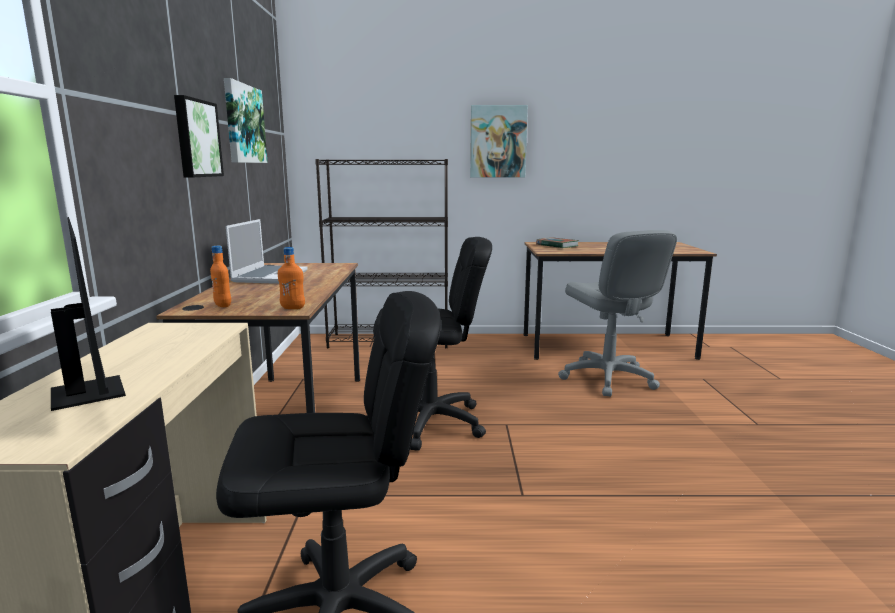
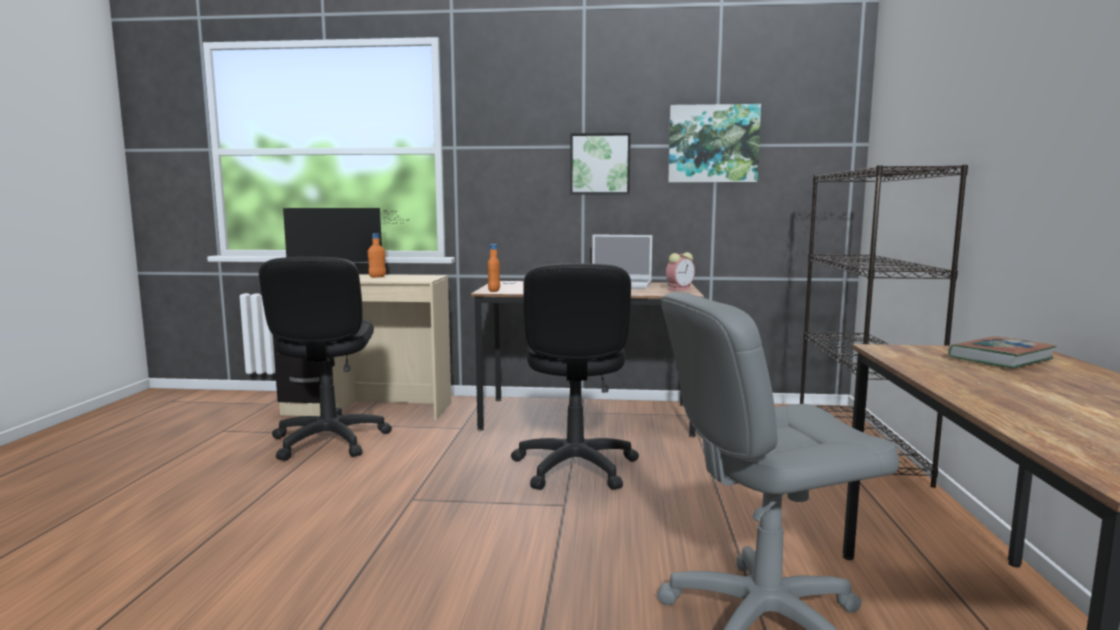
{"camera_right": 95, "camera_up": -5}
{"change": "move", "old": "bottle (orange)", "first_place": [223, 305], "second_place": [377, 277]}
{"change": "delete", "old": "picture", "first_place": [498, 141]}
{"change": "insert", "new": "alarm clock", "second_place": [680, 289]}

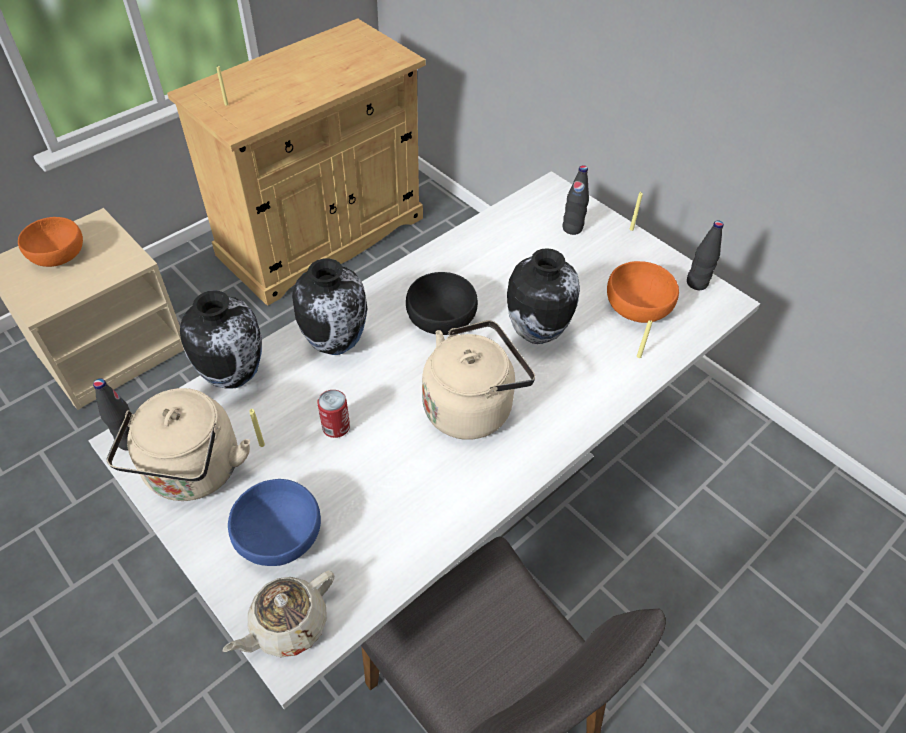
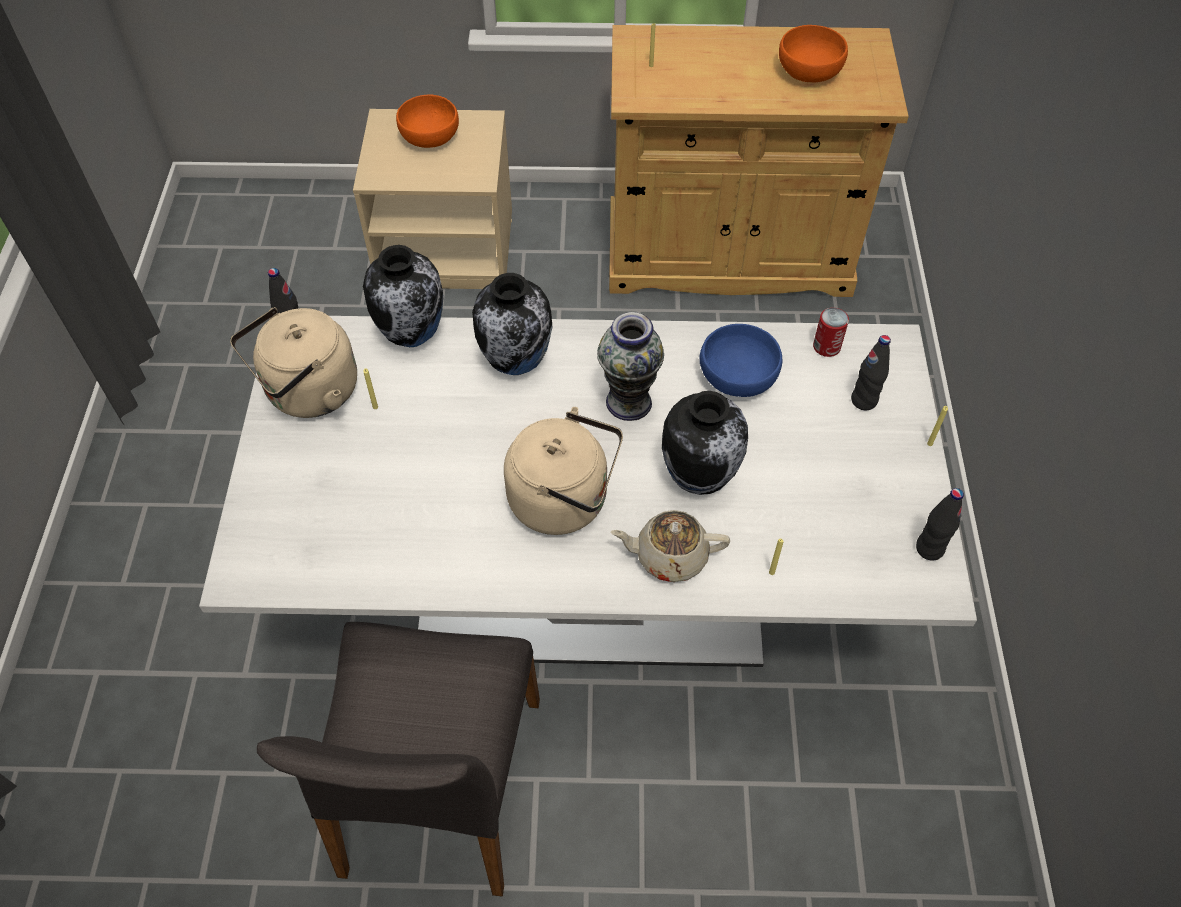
{"camera_right": 45, "camera_up": 5}
{"change": "move", "old": "teapot (beige)", "first_place": [287, 625], "second_place": [669, 556]}
{"change": "move", "old": "bowl (blue)", "first_place": [280, 536], "second_place": [738, 377]}
{"change": "move", "old": "can", "first_place": [336, 427], "second_place": [826, 346]}
{"change": "replace", "old": "bowl (black)", "new": "vase", "first_place": [441, 318], "second_place": [629, 402]}
{"change": "move", "old": "bowl (orange)", "first_place": [636, 307], "second_place": [808, 70]}

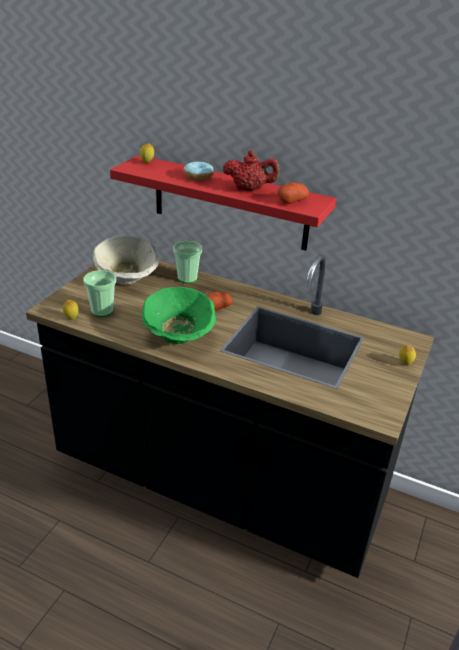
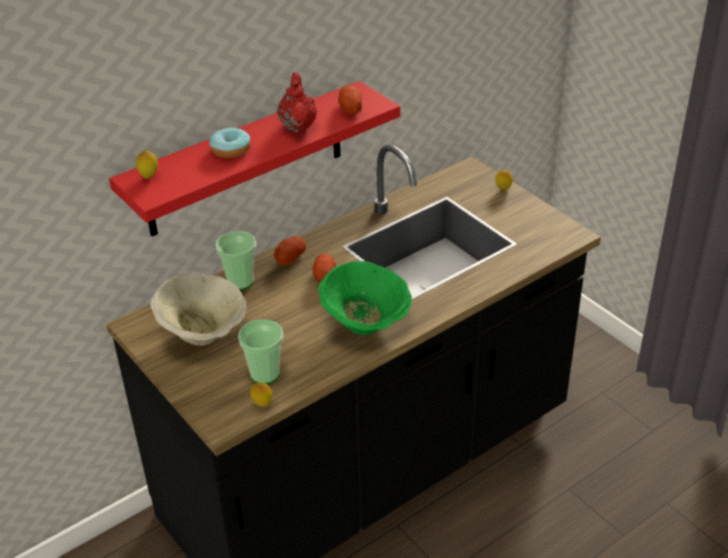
{"camera_right": -60, "camera_up": 5}
{"change": "rotate", "old": "teapot (red)", "first_place": [249, 189], "second_place": [298, 125], "degrees": -45}
{"change": "insert", "new": "potato", "second_place": [290, 258]}

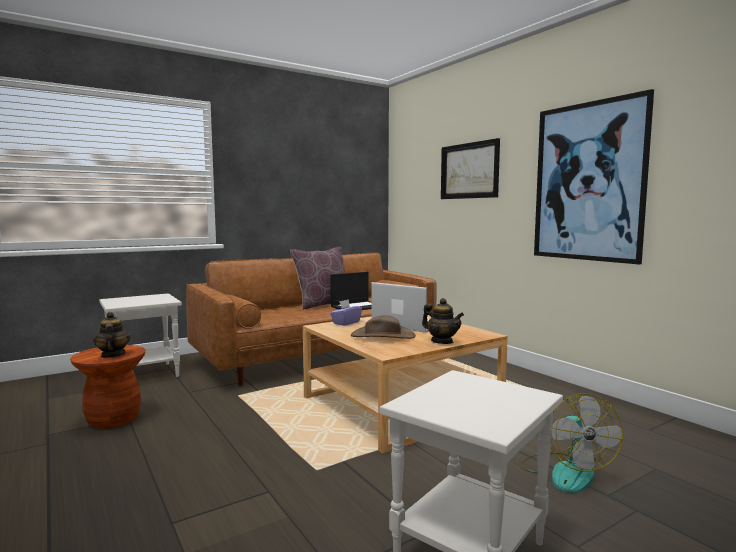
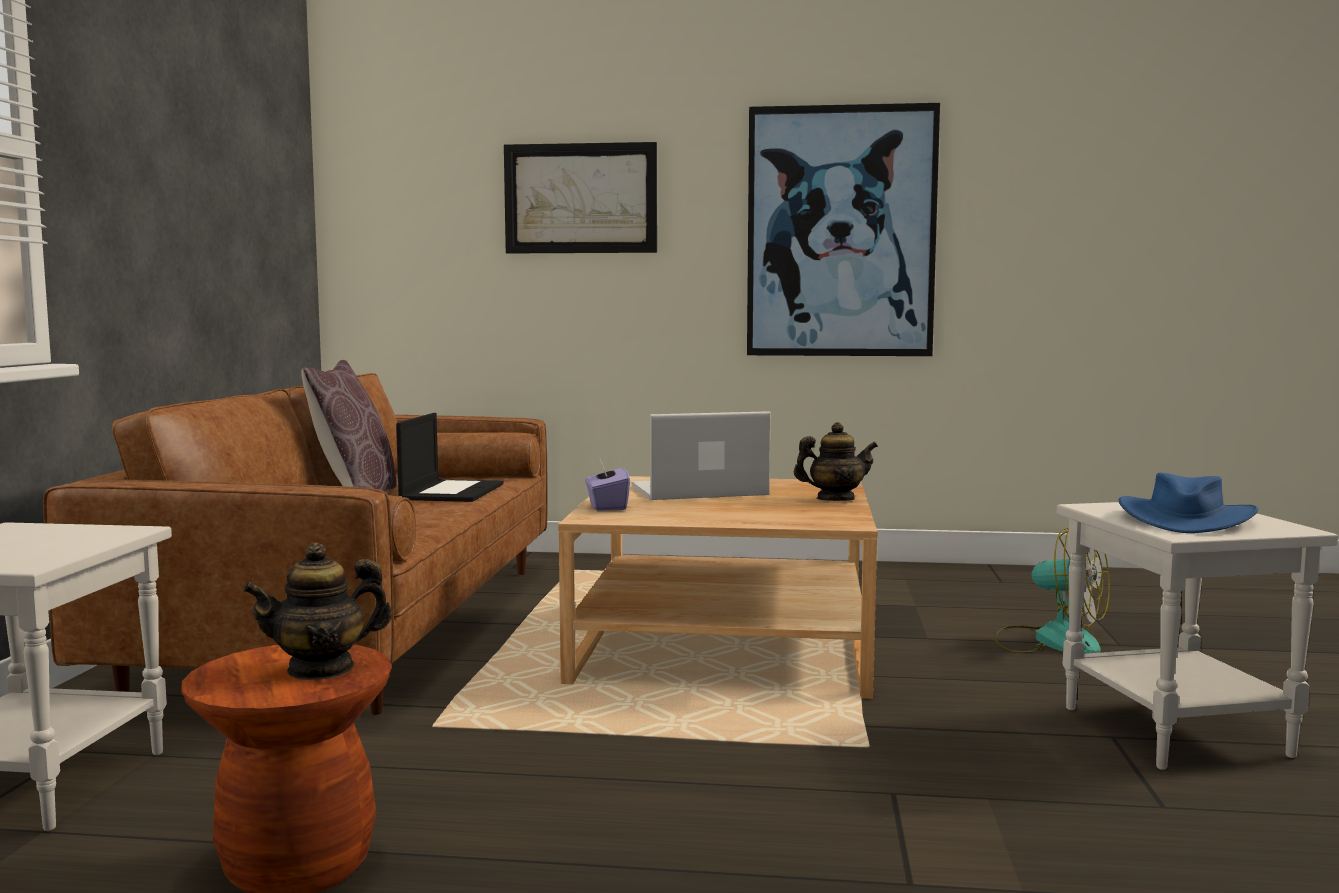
{"camera_right": -50, "camera_up": 0}
{"change": "rotate", "old": "teapot", "first_place": [112, 355], "second_place": [321, 669], "degrees": -45}
{"change": "delete", "old": "hat (brown)", "first_place": [383, 336]}
{"change": "insert", "new": "hat (blue)", "second_place": [1185, 519]}

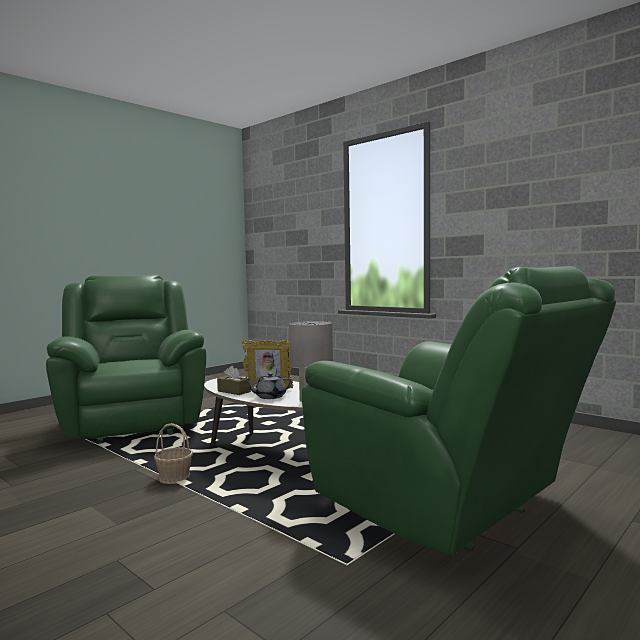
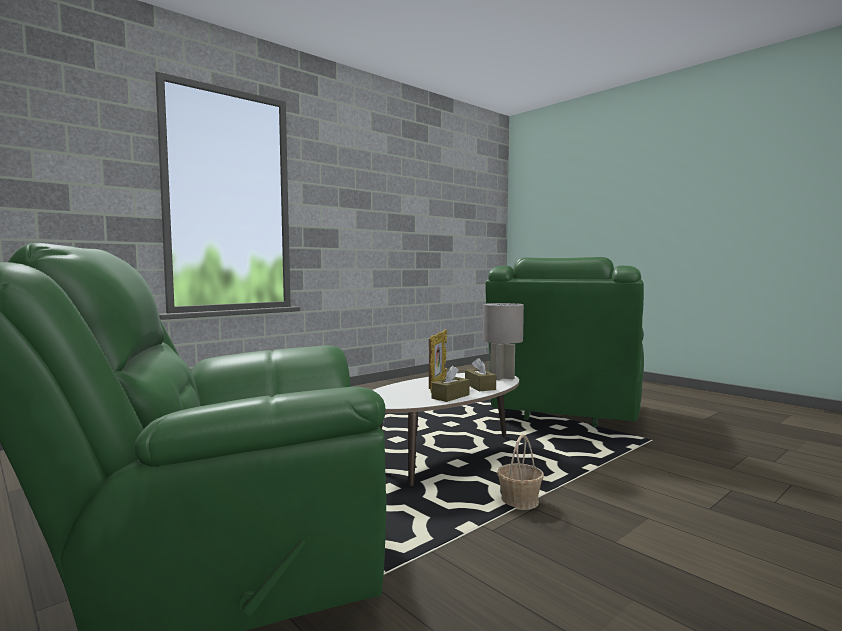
{"camera_right": -85, "camera_up": 0}
{"change": "replace", "old": "teapot (grey)", "new": "tissue box (brown)", "first_place": [270, 397], "second_place": [480, 387]}
{"change": "rotate", "old": "armchair (green)", "first_place": [452, 510], "second_place": [564, 415], "degrees": 150}

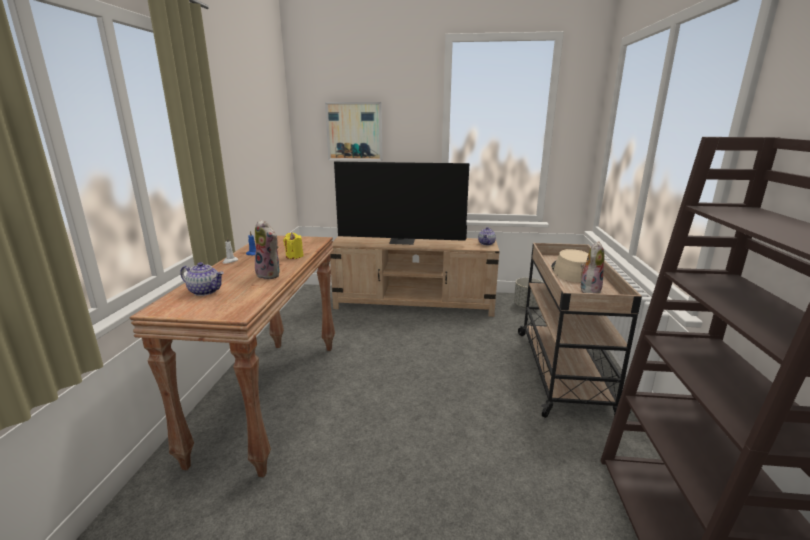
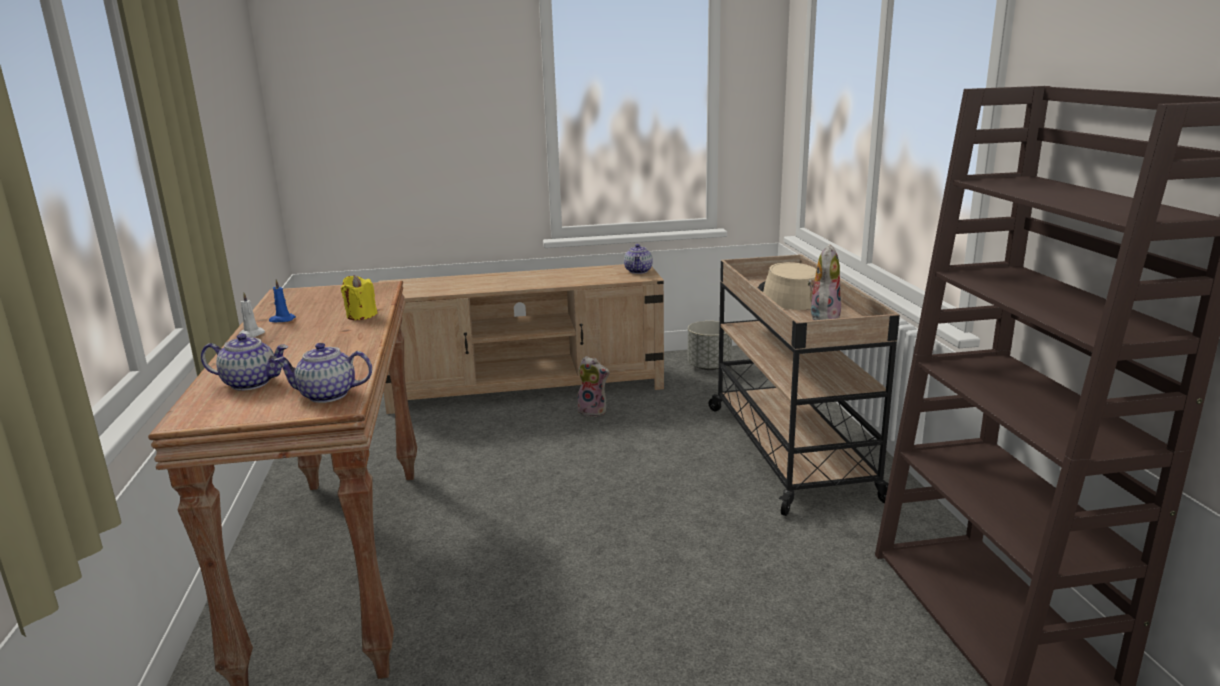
{"camera_right": -15, "camera_up": 0}
{"change": "move", "old": "plush toy", "first_place": [270, 274], "second_place": [593, 411]}
{"change": "delete", "old": "picture", "first_place": [354, 131]}
{"change": "delete", "old": "television", "first_place": [402, 242]}
{"change": "insert", "new": "teapot", "second_place": [327, 395]}

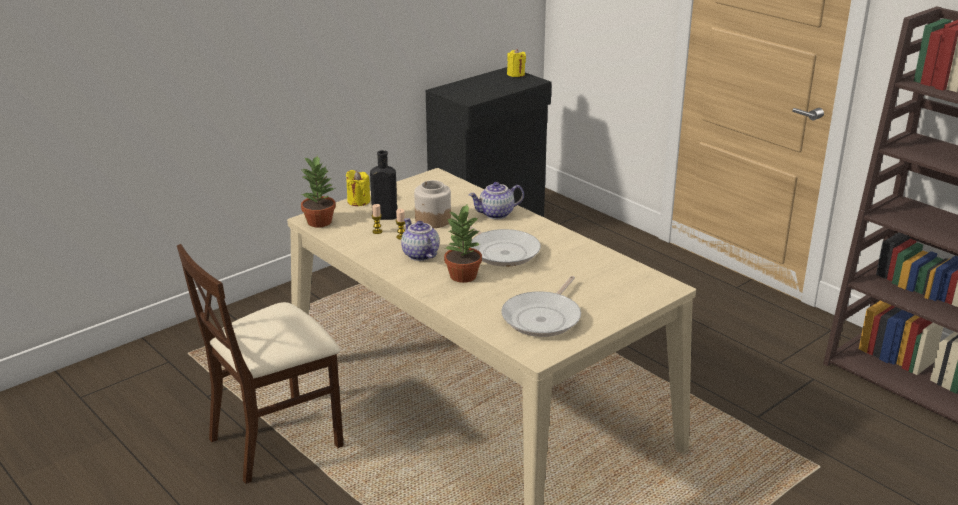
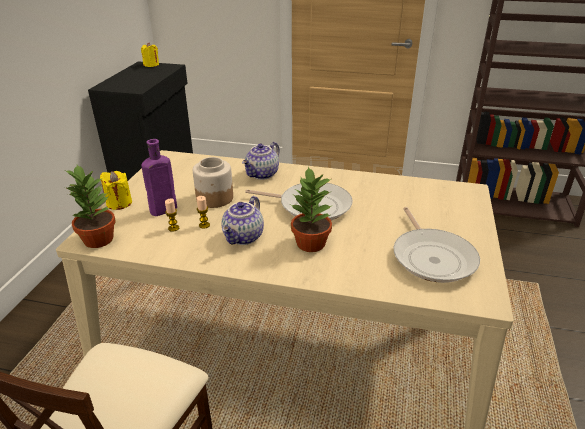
{"camera_right": -35, "camera_up": 5}
{"change": "recolor", "old": "bottle (black)", "new": "bottle (purple)", "first_place": [382, 216], "second_place": [161, 210]}
{"change": "rotate", "old": "teapot", "first_place": [419, 255], "second_place": [244, 237], "degrees": -90}

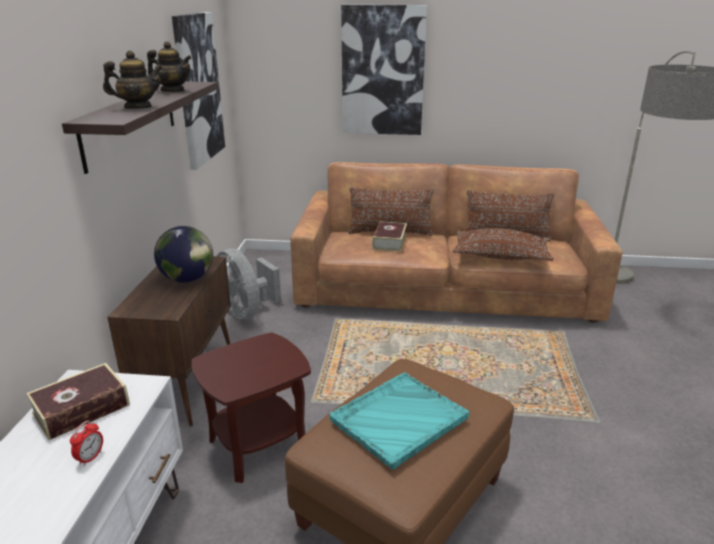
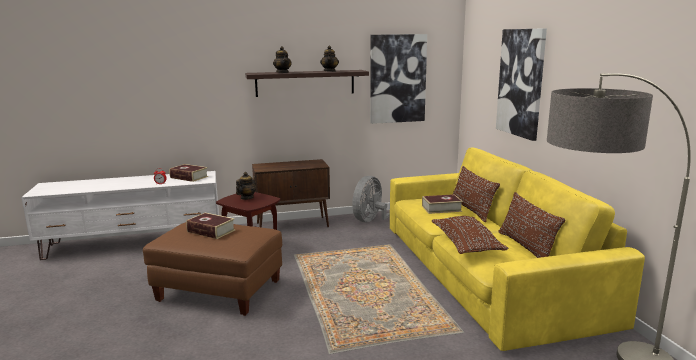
{"camera_right": 70, "camera_up": -10}
{"change": "delete", "old": "globe", "first_place": [188, 279]}
{"change": "recolor", "old": "sofa (brown)", "new": "sofa (yellow)", "first_place": [444, 287], "second_place": [483, 272]}
{"change": "replace", "old": "tray (turquoise)", "new": "book", "first_place": [398, 419], "second_place": [211, 231]}
{"change": "insert", "new": "teapot", "second_place": [246, 198]}

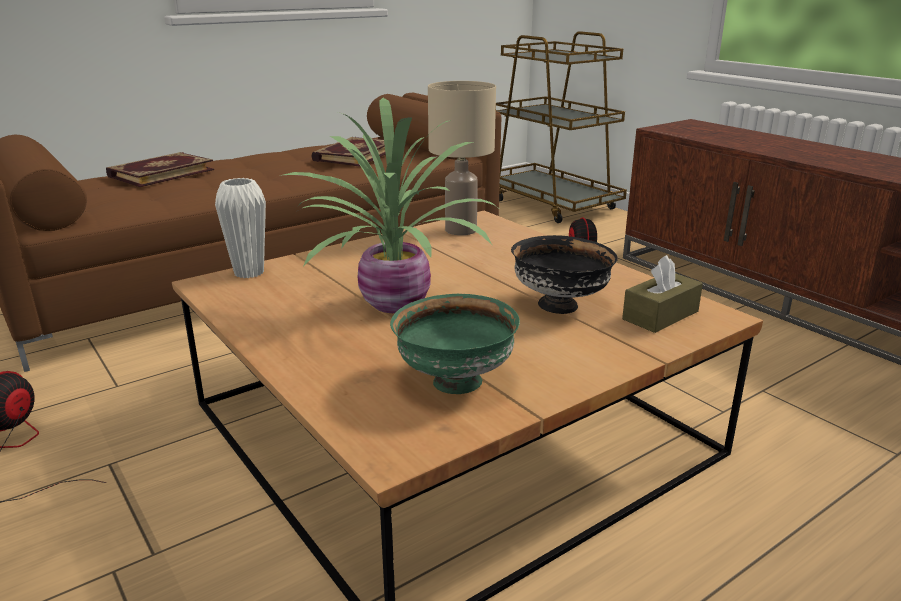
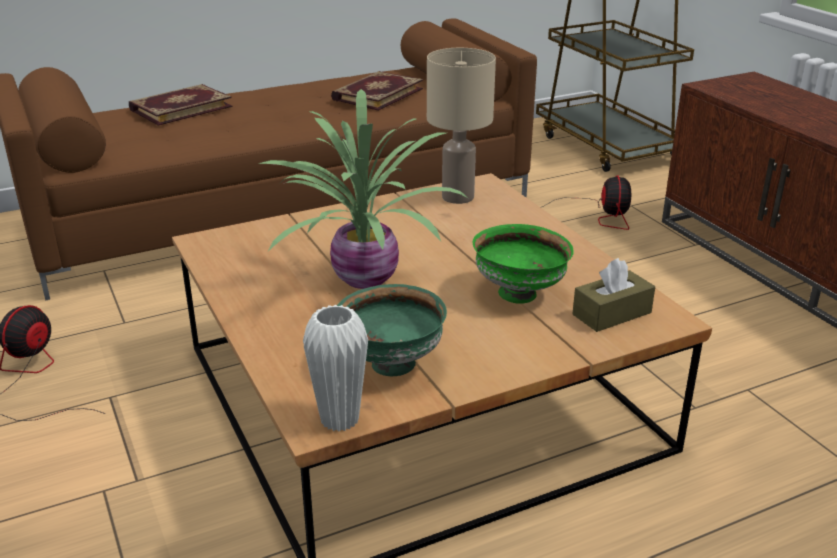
{"camera_right": 10, "camera_up": 5}
{"change": "move", "old": "vase (white)", "first_place": [249, 272], "second_place": [339, 419]}
{"change": "recolor", "old": "bowl (black)", "new": "bowl (green)", "first_place": [559, 305], "second_place": [519, 293]}

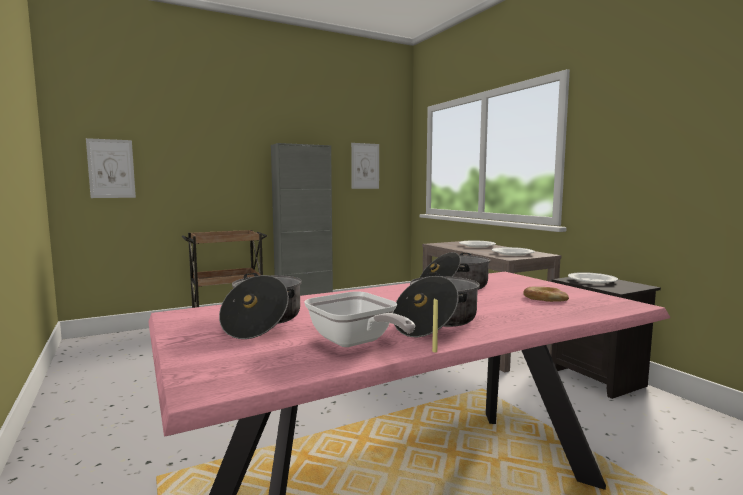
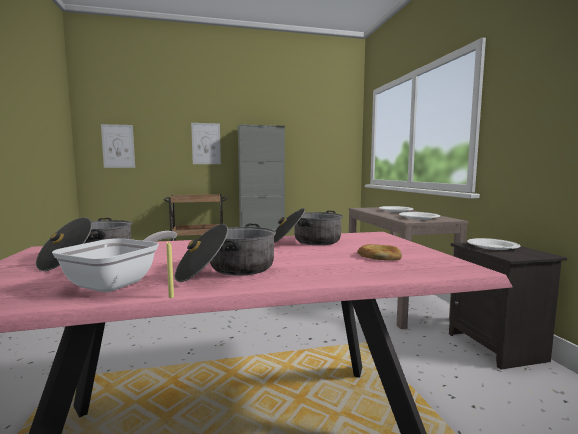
{"camera_right": 15, "camera_up": 0}
{"change": "rotate", "old": "frying pan", "first_place": [355, 343], "second_place": [120, 282], "degrees": -135}
{"change": "move", "old": "picture", "first_place": [365, 166], "second_place": [206, 143]}

